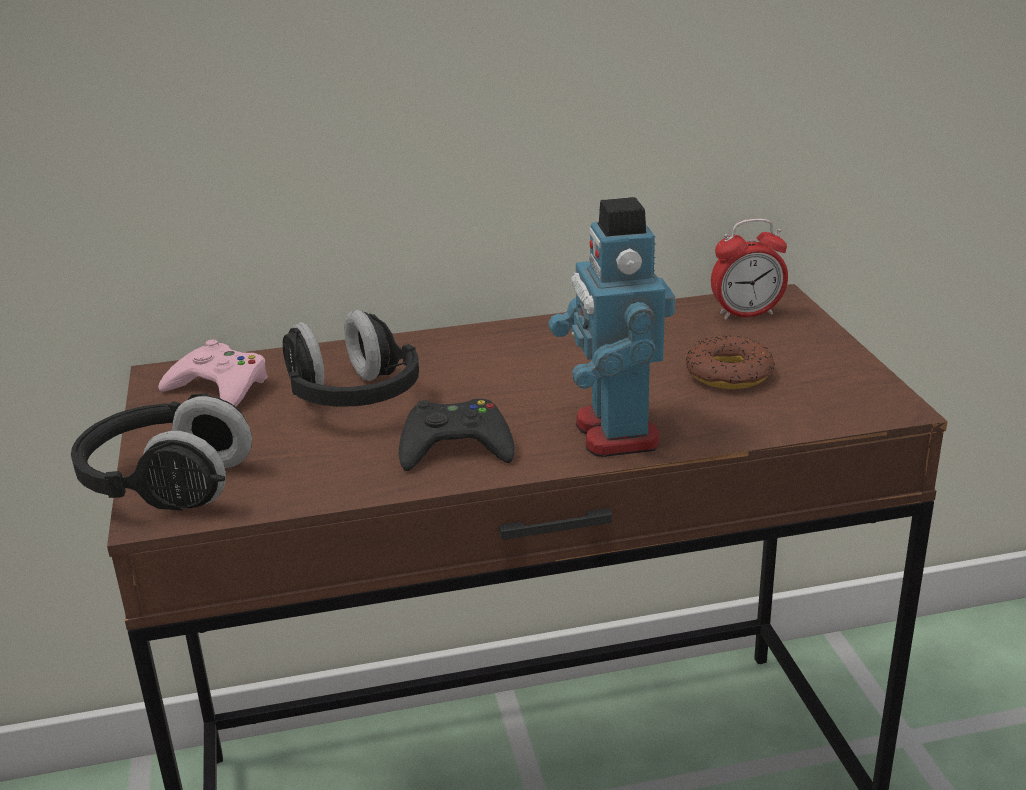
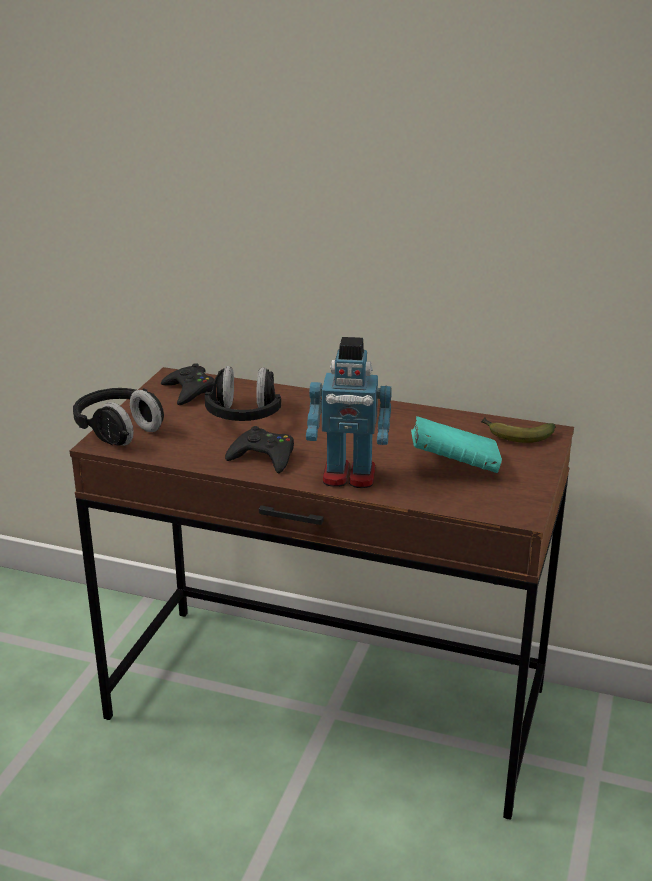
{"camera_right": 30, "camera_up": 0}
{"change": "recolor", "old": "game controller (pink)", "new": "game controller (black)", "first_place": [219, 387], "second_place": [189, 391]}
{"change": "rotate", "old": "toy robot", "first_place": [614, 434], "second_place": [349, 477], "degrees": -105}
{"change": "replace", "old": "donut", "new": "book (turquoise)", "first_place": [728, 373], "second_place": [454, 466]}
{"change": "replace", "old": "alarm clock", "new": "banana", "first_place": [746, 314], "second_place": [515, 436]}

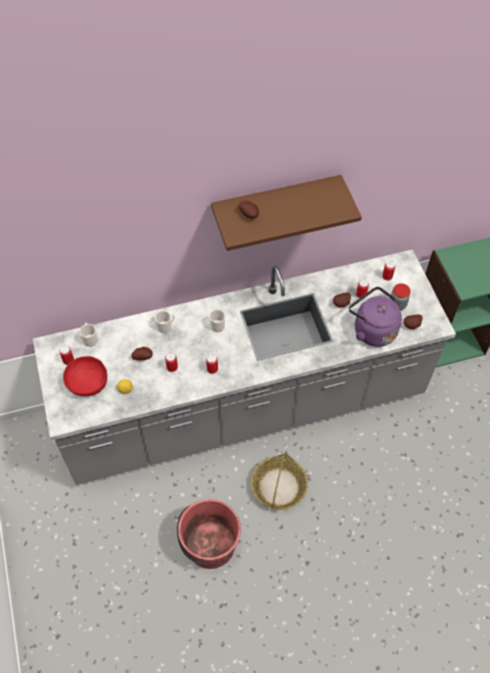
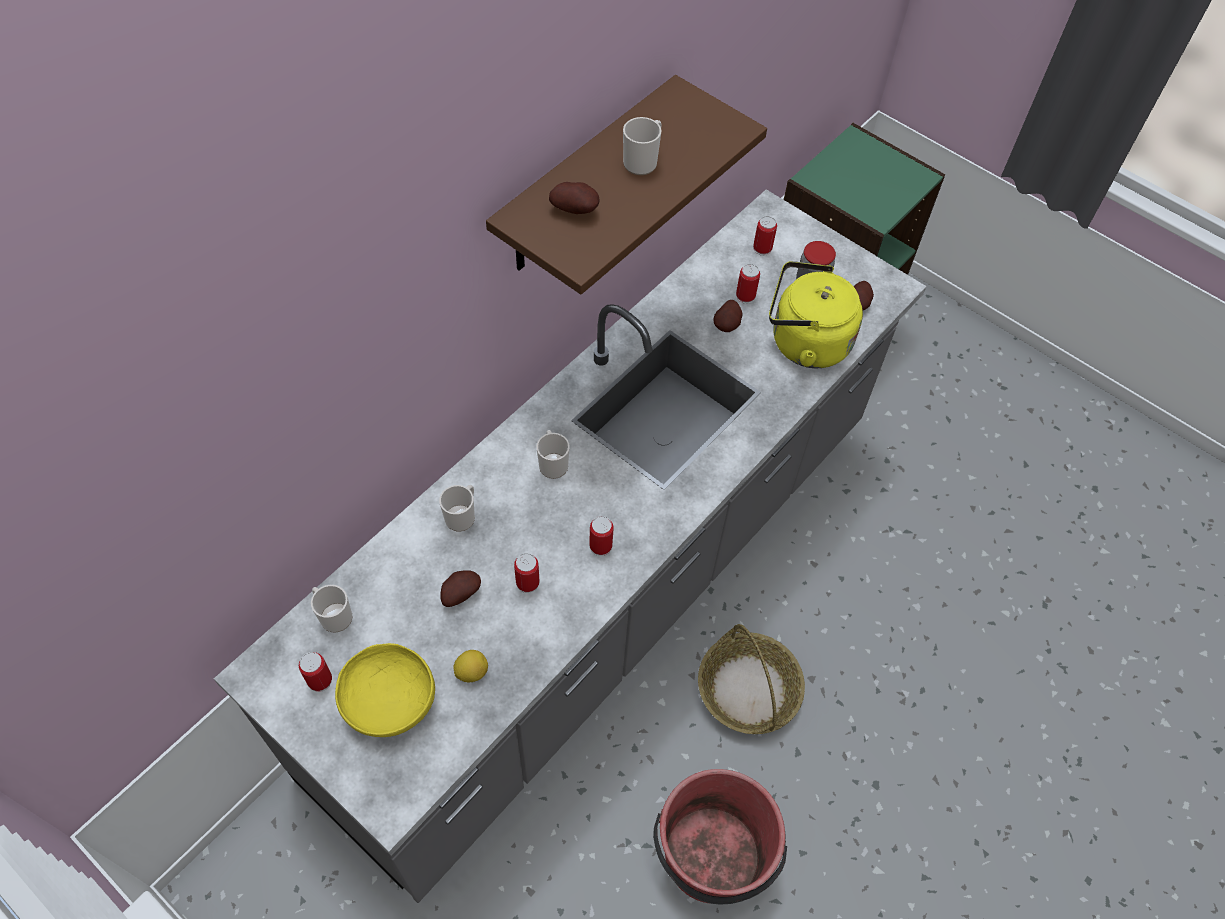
{"camera_right": -35, "camera_up": 0}
{"change": "recolor", "old": "bowl (red)", "new": "bowl (yellow)", "first_place": [87, 383], "second_place": [389, 702]}
{"change": "recolor", "old": "kettle (purple)", "new": "kettle (yellow)", "first_place": [372, 330], "second_place": [804, 342]}
{"change": "insert", "new": "mug", "second_place": [643, 161]}

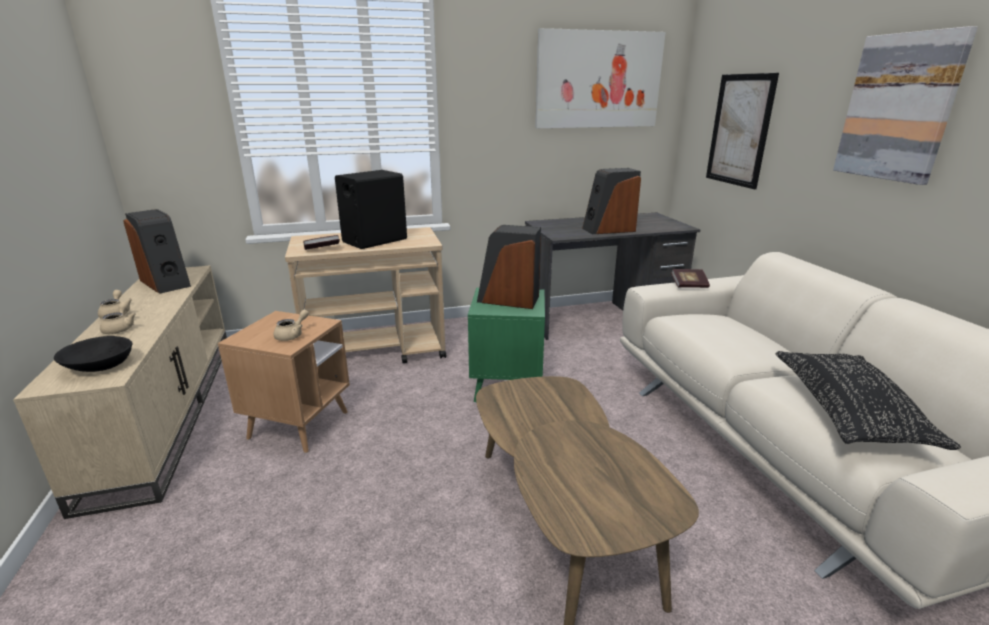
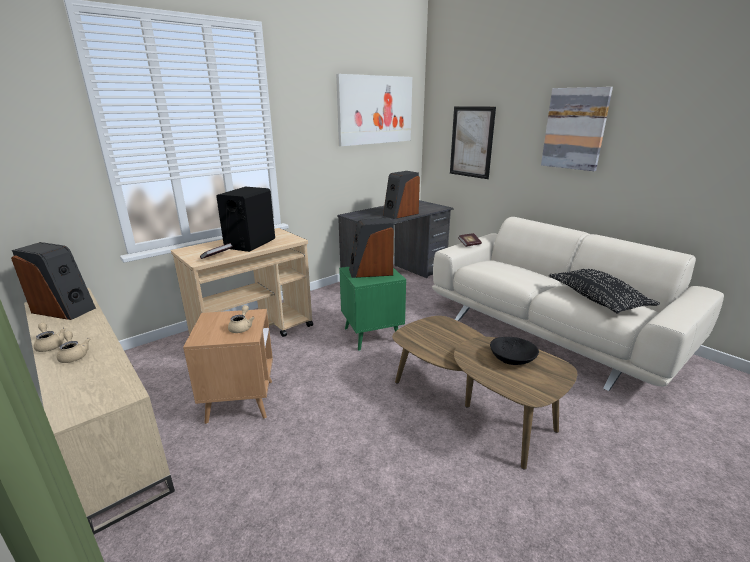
{"camera_right": -25, "camera_up": 0}
{"change": "move", "old": "bowl (black)", "first_place": [99, 365], "second_place": [512, 359]}

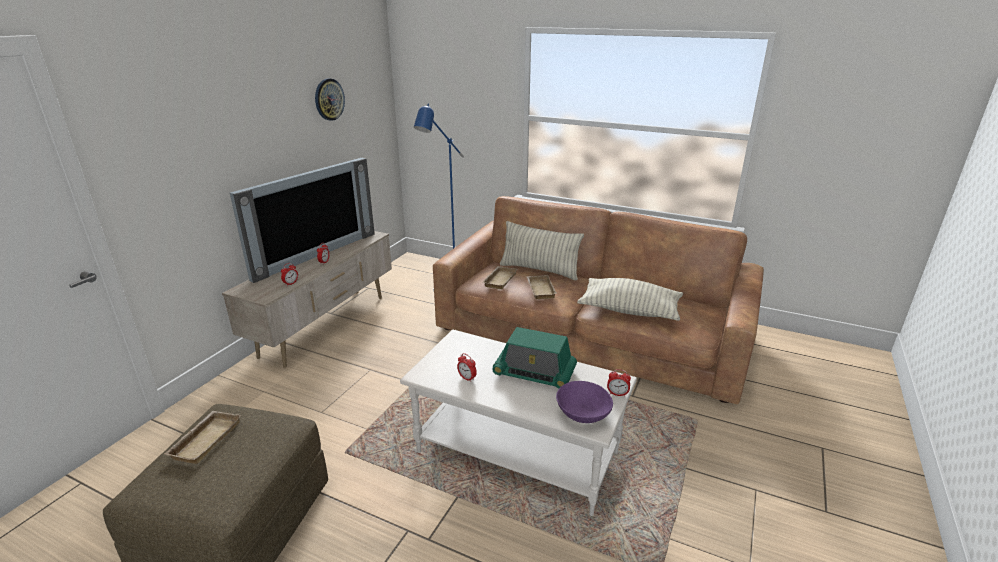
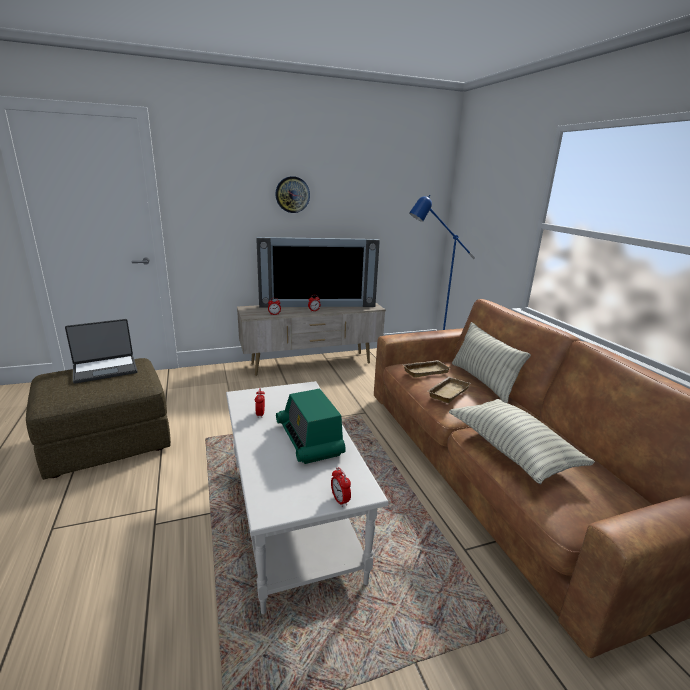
{"camera_right": 45, "camera_up": -5}
{"change": "replace", "old": "tray (beige)", "new": "laptop", "first_place": [205, 439], "second_place": [105, 369]}
{"change": "move", "old": "wall clock", "first_place": [329, 99], "second_place": [292, 194]}
{"change": "delete", "old": "bowl (purple)", "first_place": [582, 414]}

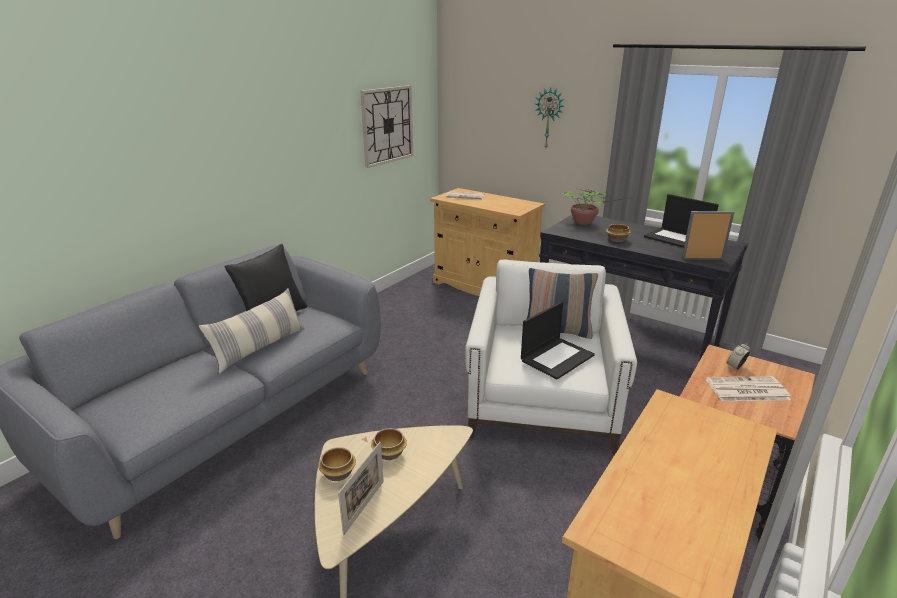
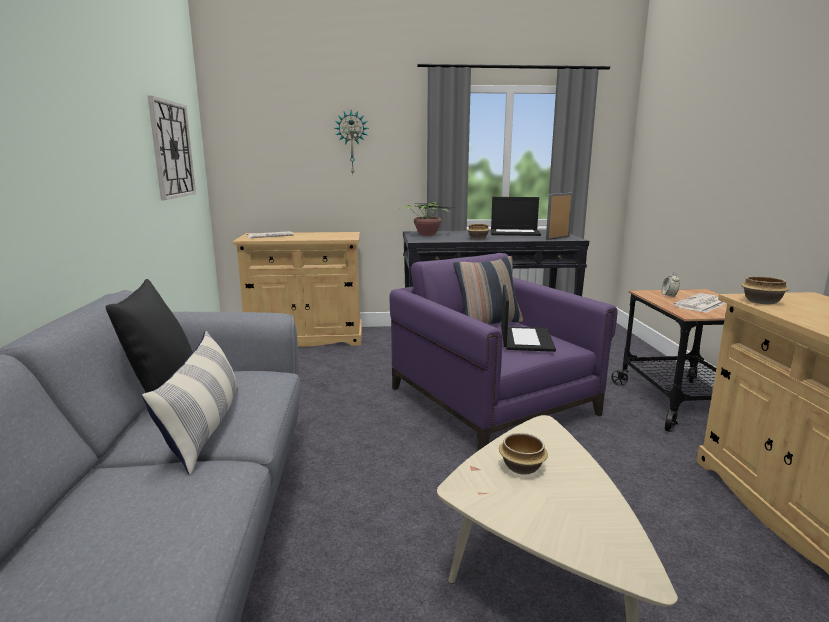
{"camera_right": -40, "camera_up": -10}
{"change": "move", "old": "bowl", "first_place": [337, 474], "second_place": [761, 302]}
{"change": "delete", "old": "picture frame", "first_place": [364, 507]}
{"change": "recolor", "old": "armchair (white)", "new": "armchair (purple)", "first_place": [542, 399], "second_place": [492, 401]}

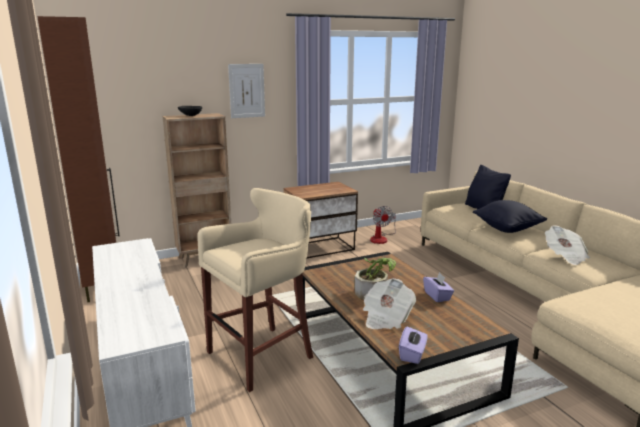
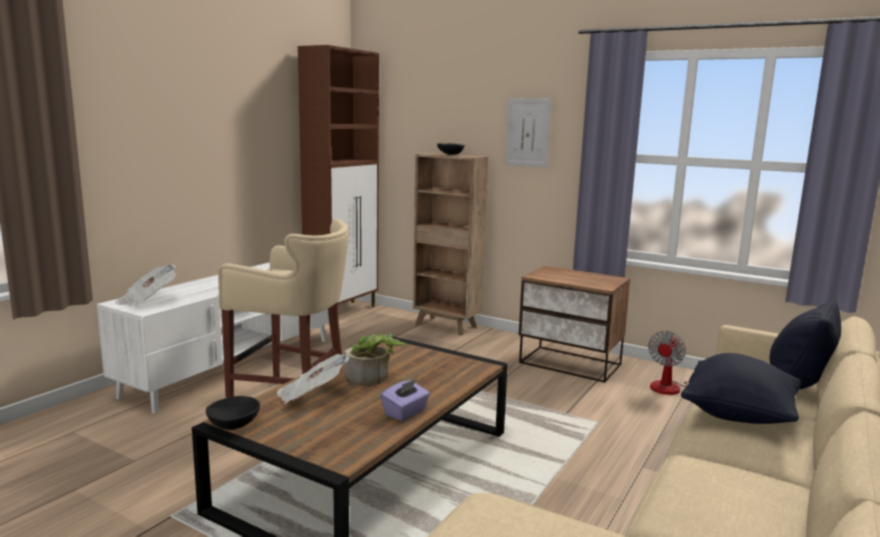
{"camera_right": 55, "camera_up": -5}
{"change": "replace", "old": "tissue box (purple)", "new": "bowl (black)", "first_place": [412, 354], "second_place": [234, 424]}
{"change": "move", "old": "newspaper", "first_place": [565, 256], "second_place": [147, 300]}

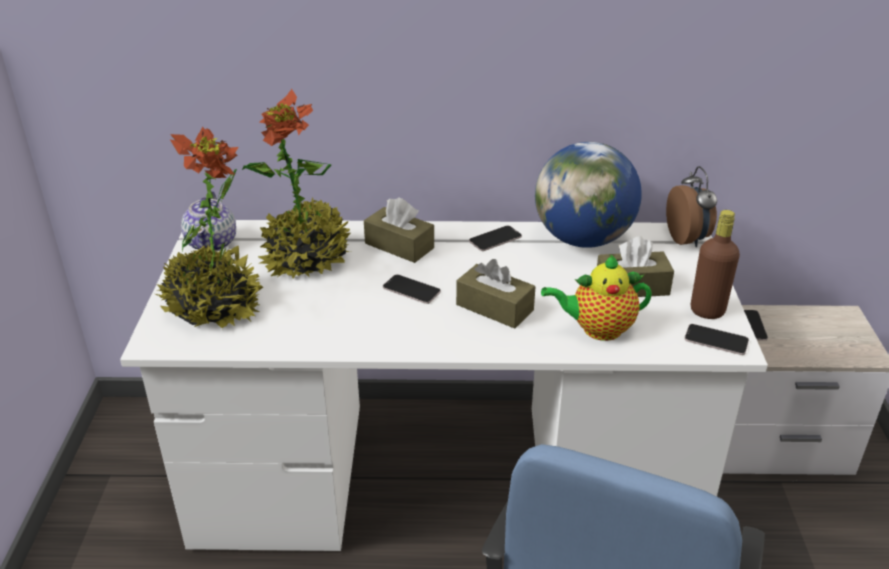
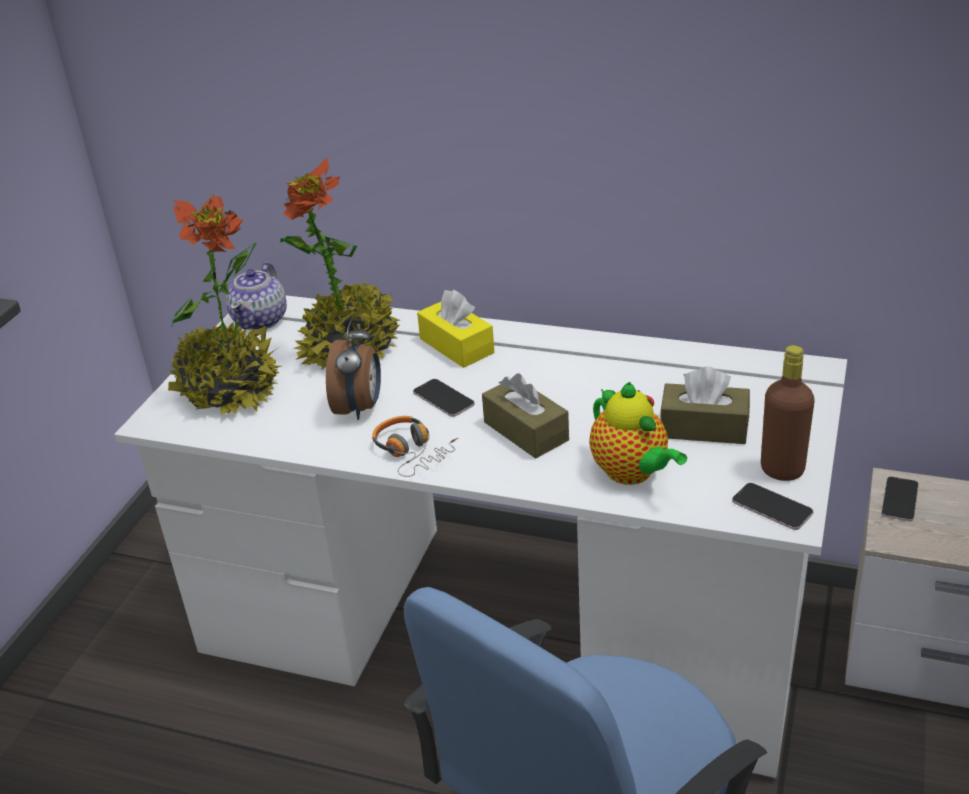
{"camera_right": 20, "camera_up": 0}
{"change": "recolor", "old": "tissue box (brown)", "new": "tissue box (yellow)", "first_place": [399, 246], "second_place": [456, 346]}
{"change": "delete", "old": "phone", "first_place": [495, 239]}
{"change": "delete", "old": "globe", "first_place": [583, 239]}
{"change": "rotate", "old": "teapot", "first_place": [597, 329], "second_place": [632, 473], "degrees": -135}
{"change": "move", "old": "alarm clock", "first_place": [688, 239], "second_place": [360, 408]}
{"change": "insert", "new": "headphones", "second_place": [412, 452]}

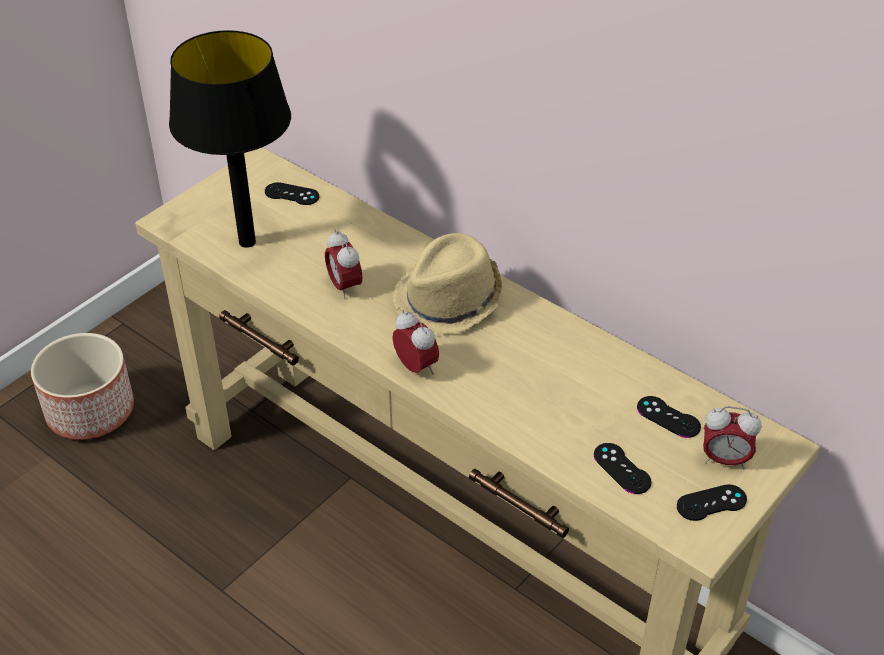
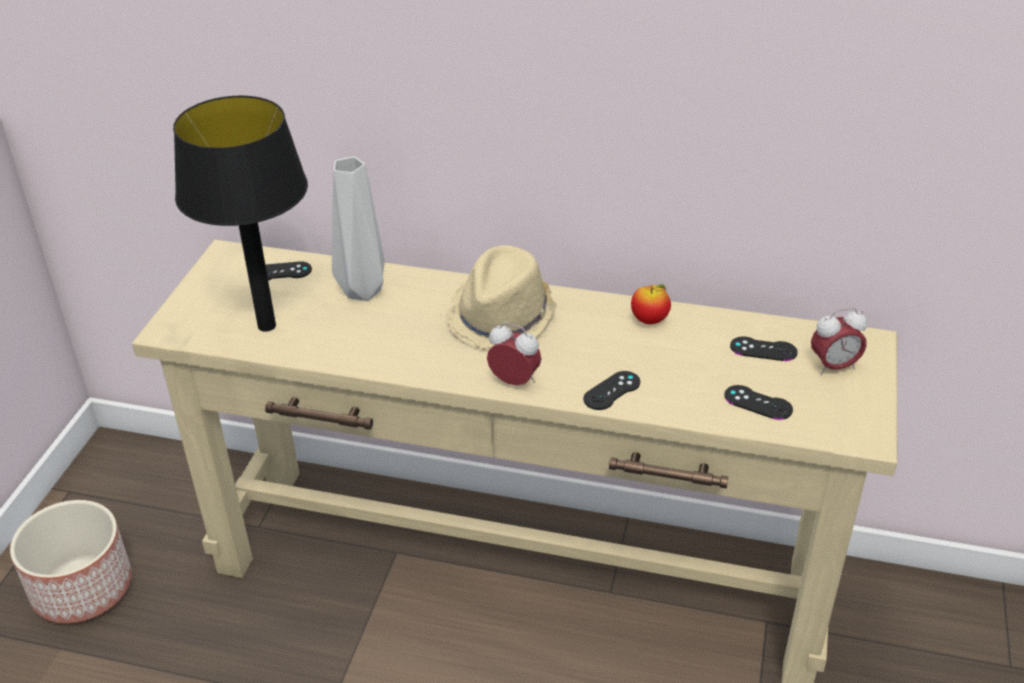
{"camera_right": -25, "camera_up": -5}
{"change": "delete", "old": "alarm clock", "first_place": [344, 287]}
{"change": "move", "old": "game controller (black)", "first_place": [711, 503], "second_place": [612, 391]}
{"change": "insert", "new": "vase (grey)", "second_place": [362, 290]}
{"change": "insert", "new": "apple", "second_place": [649, 320]}

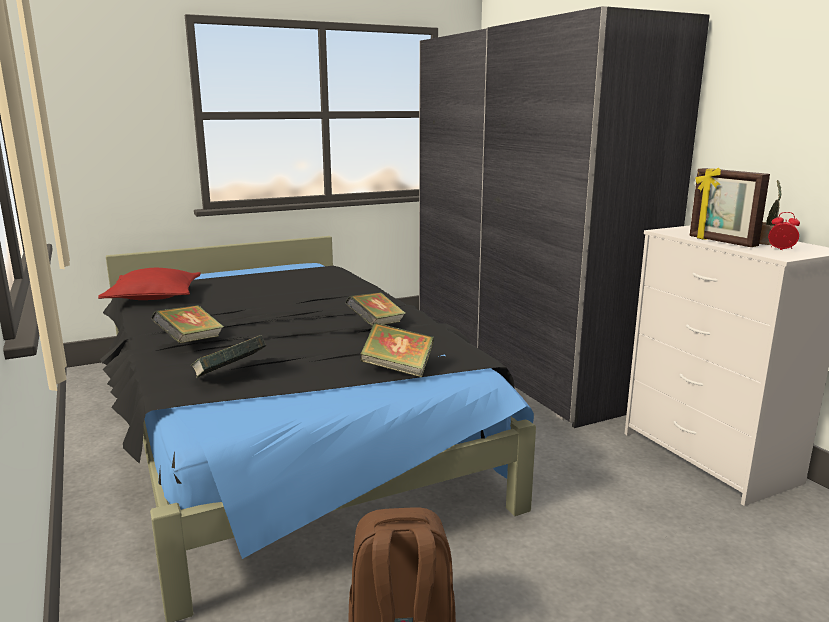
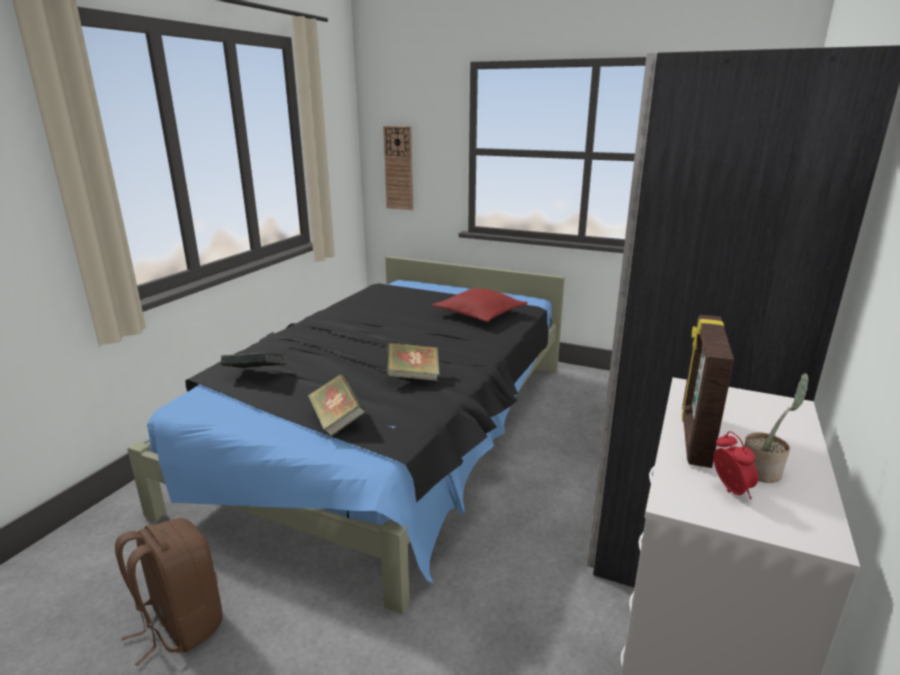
{"camera_right": 50, "camera_up": 5}
{"change": "move", "old": "pillow (red)", "first_place": [154, 297], "second_place": [480, 314]}
{"change": "delete", "old": "book", "first_place": [190, 342]}
{"change": "insert", "new": "wall clock", "second_place": [399, 168]}

